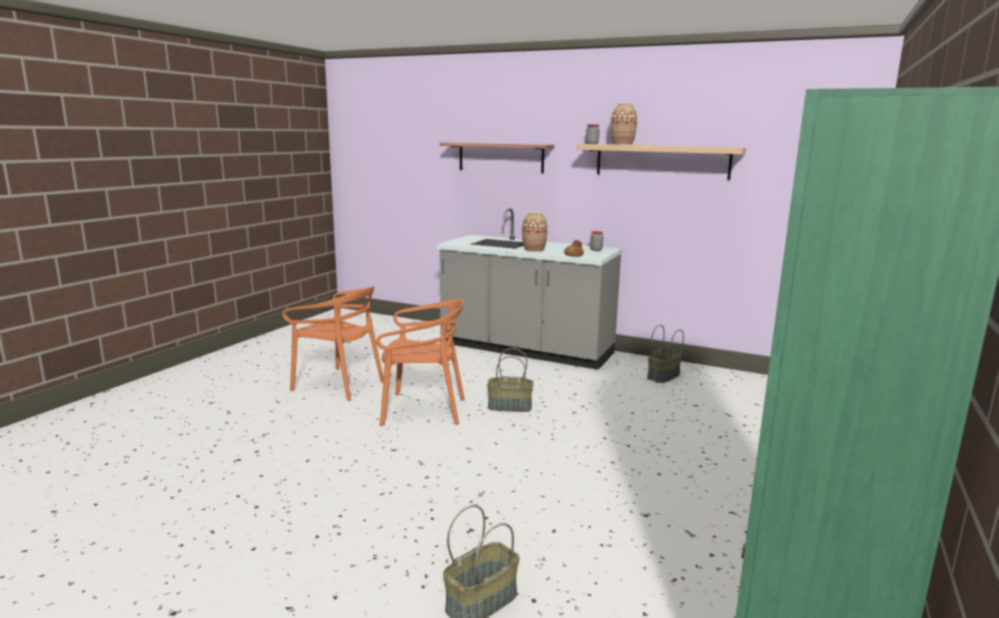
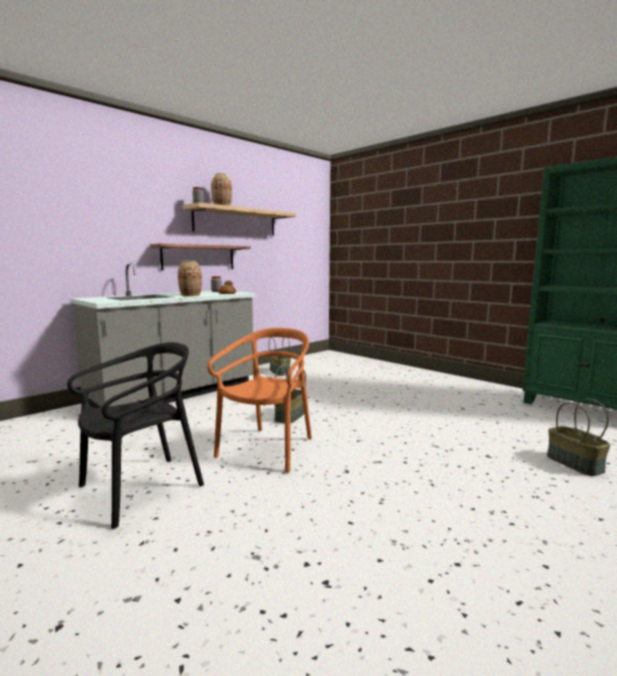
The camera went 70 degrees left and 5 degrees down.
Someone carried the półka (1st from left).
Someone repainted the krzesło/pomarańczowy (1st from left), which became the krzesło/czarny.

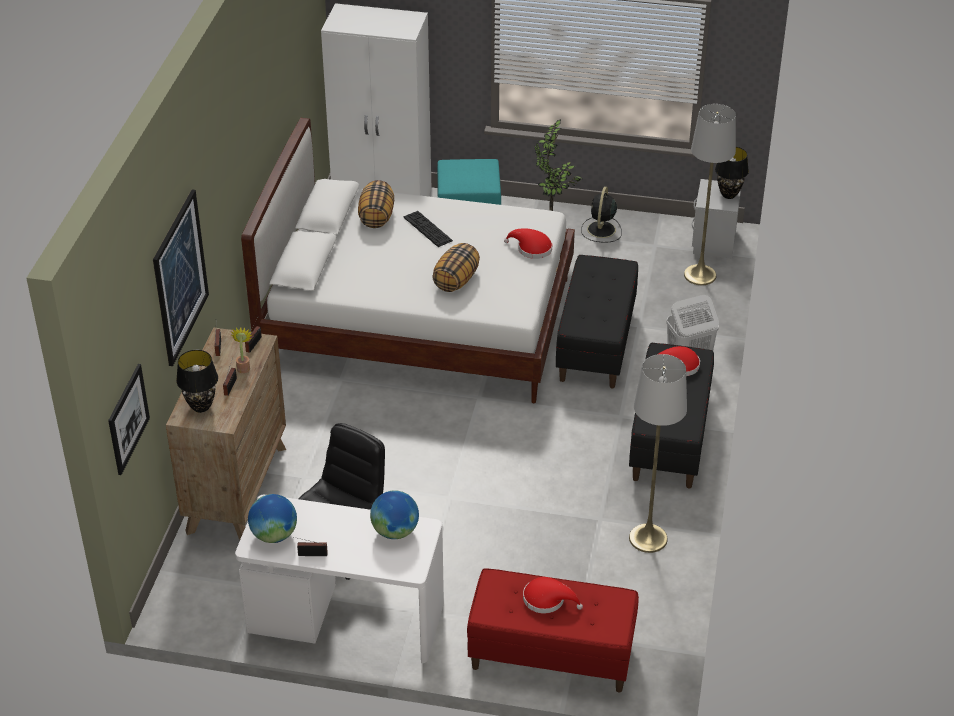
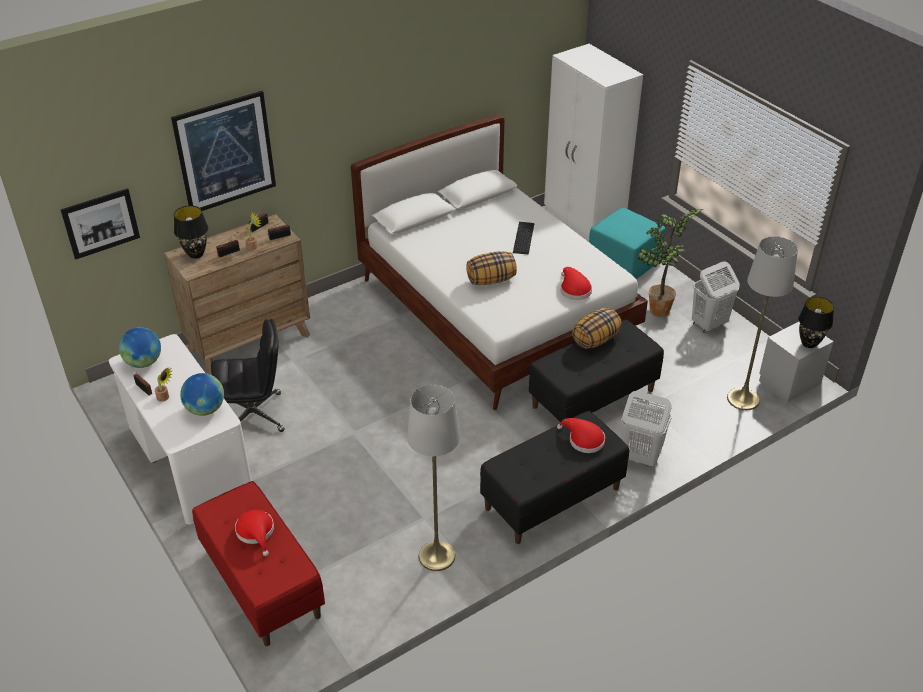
The camera went 45 degrees right and 0 degrees up.
Someone put down the roślina doniczkowa (1st from left).
Someone carried the poduszka (1st from left in the first image).
Someone swapped the wentylator/czarny for the kosz na pranie/biały (2nd from left).

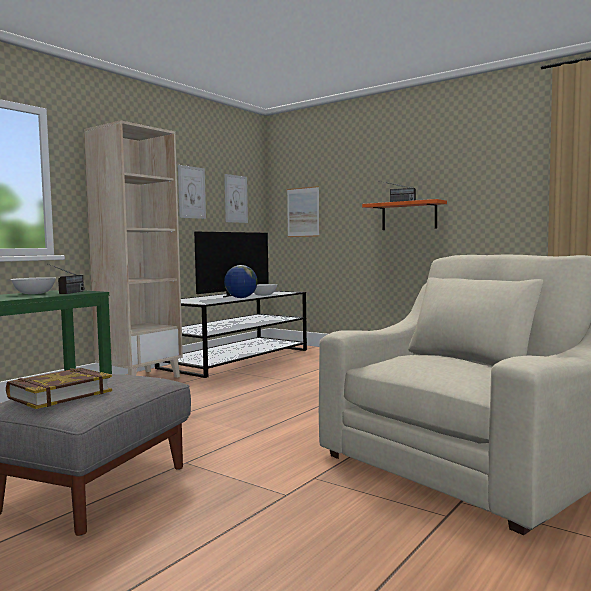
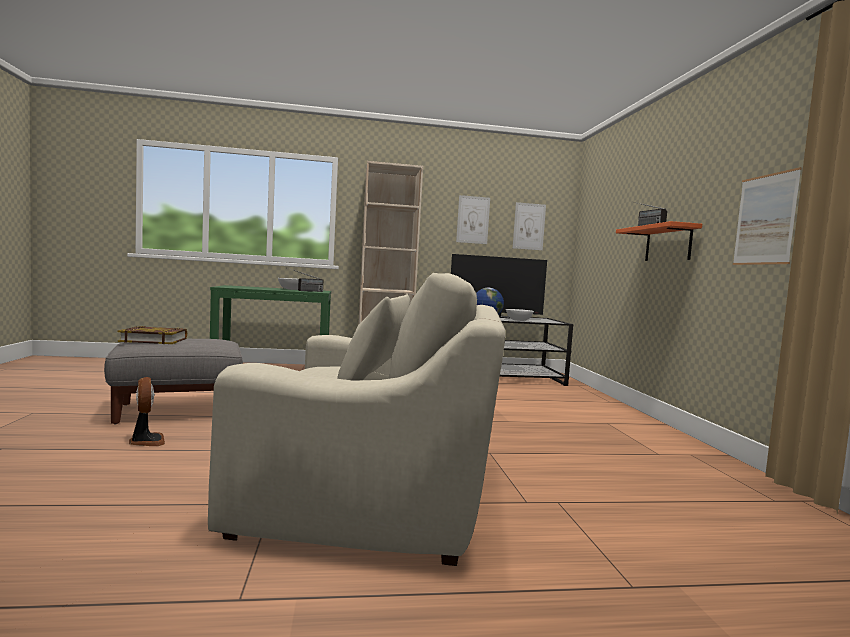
The camera went 45 degrees right and 0 degrees up.
Someone put down the wentylator.
Someone carried the obraz (3rd from left).

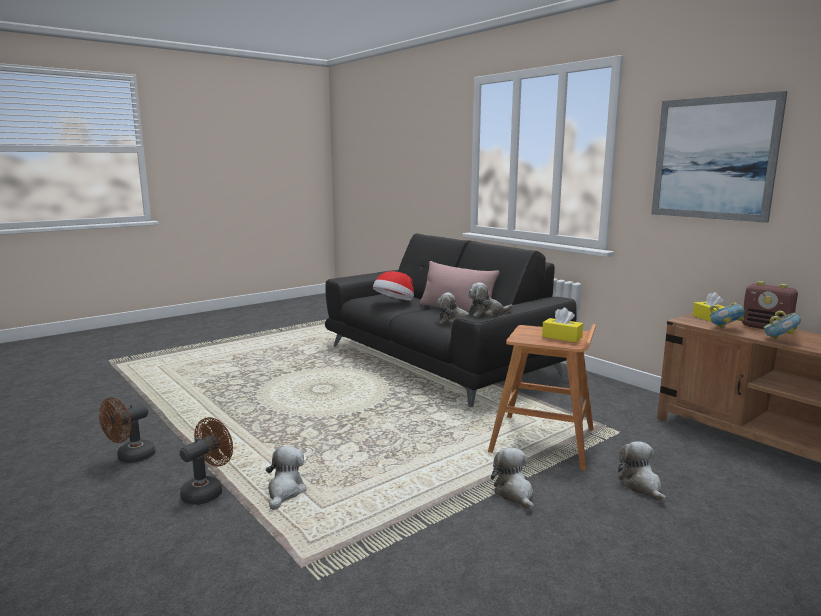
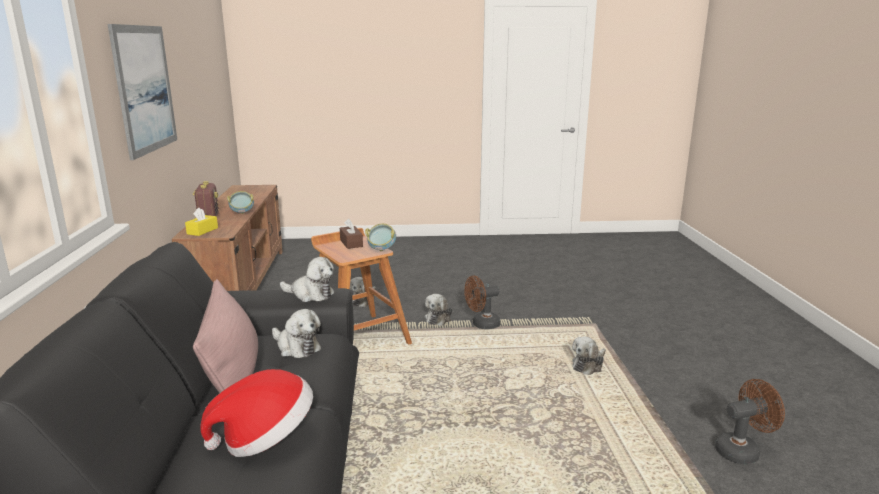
The camera went 145 degrees left and 5 degrees up.
Someone carried the wentylator/brązowy (2nd from left in the first image).
Someone carried the miska (1st from left in the first image).
Someone repainted the pudełko chusteczek/żółty (1st from left), which became the pudełko chusteczek/brązowy.

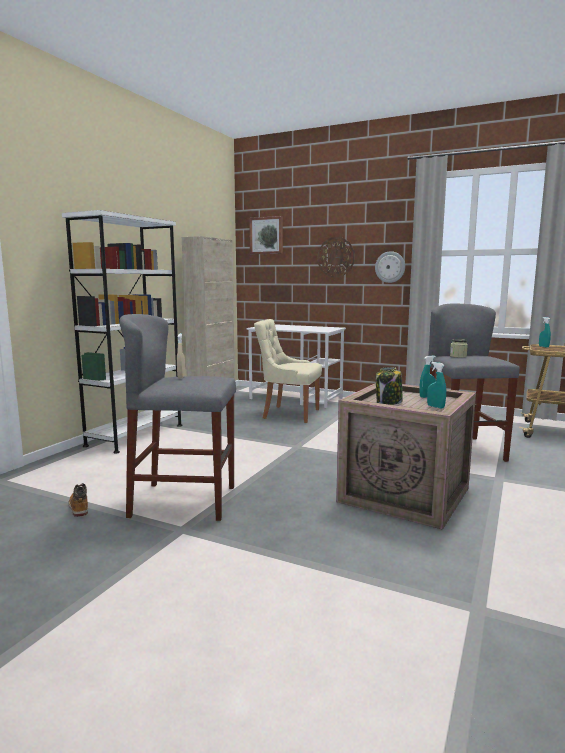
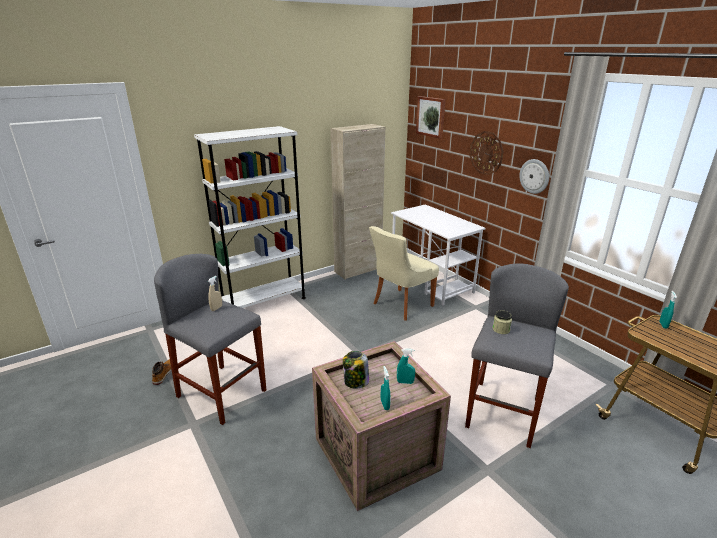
The camera went 30 degrees right and 15 degrees up.
Someone rotated the krzesło/beżowy by 90 degrees counterclockwise.

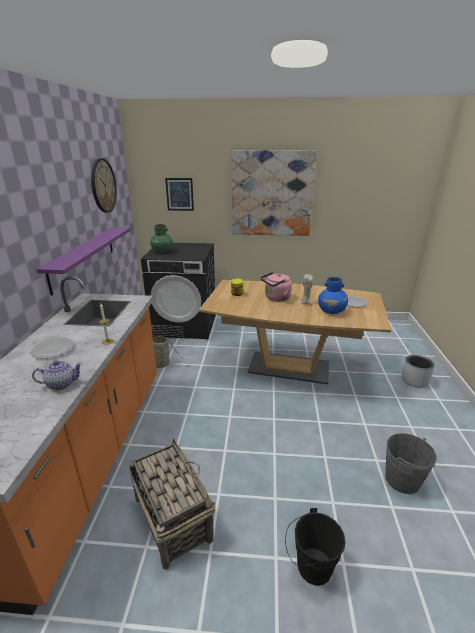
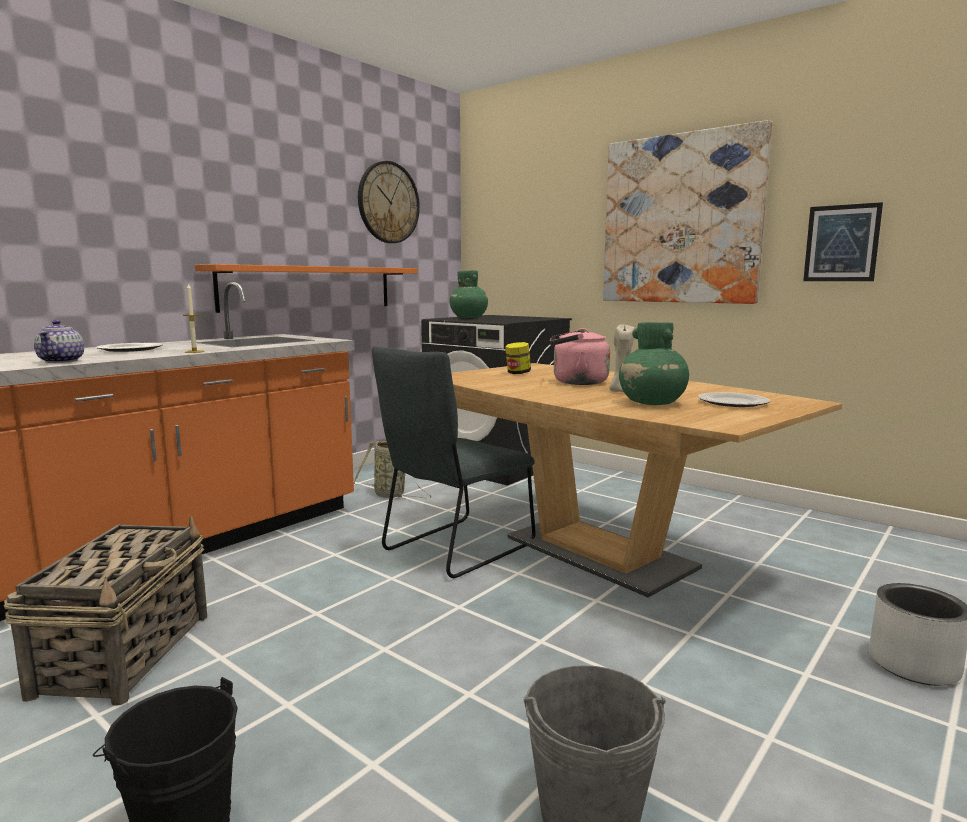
The camera went 35 degrees right and 15 degrees down.
Someone put down the krzesło/szary.
Someone carried the obraz (1st from left in the first image).
Someone repainted the półka/fioletowy, which became the półka/pomarańczowy.
Someone repainted the wazon/niebieski, which became the wazon/zielony (2nd from left).
Someone rotated the imbryk by 60 degrees clockwise.

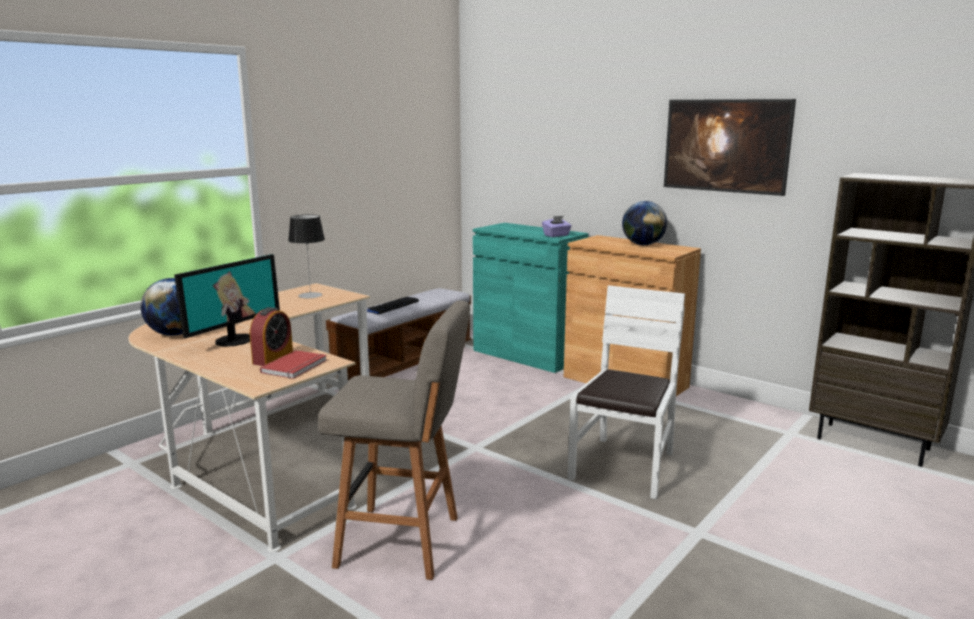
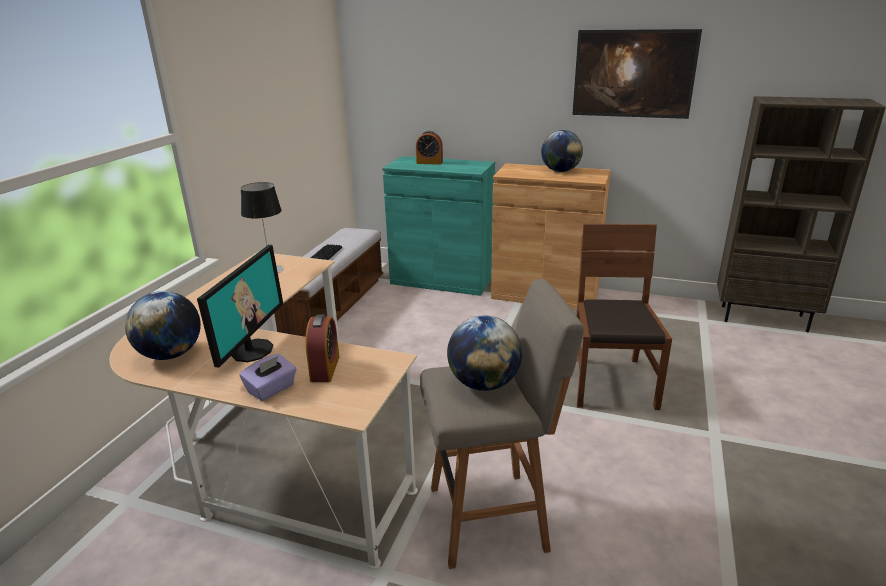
The camera went 20 degrees left and 10 degrees up.
Someone took away the książka/czerwony.
Someone put down the budzik (2nd from left).
Someone put down the globus (2nd from left).
Someone carried the pudełko chusteczek/fioletowy.
Someone repainted the krzesło/biały, which became the krzesło/brązowy.

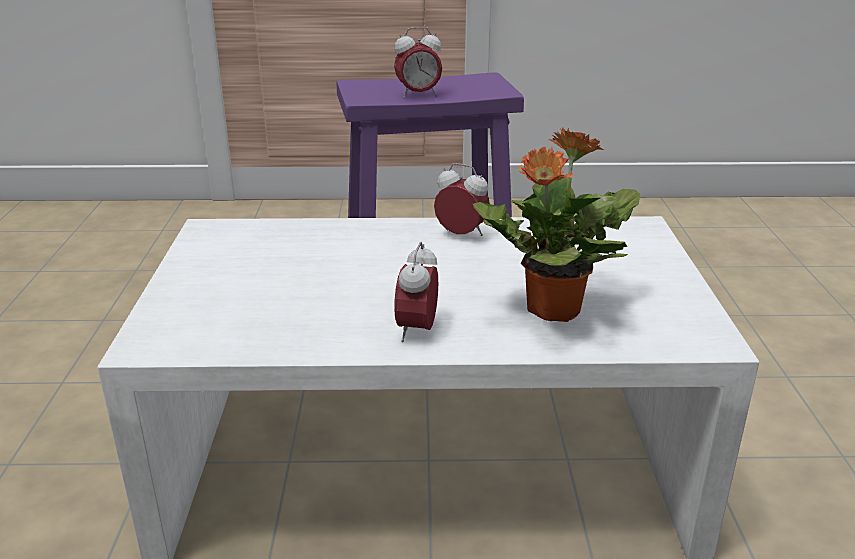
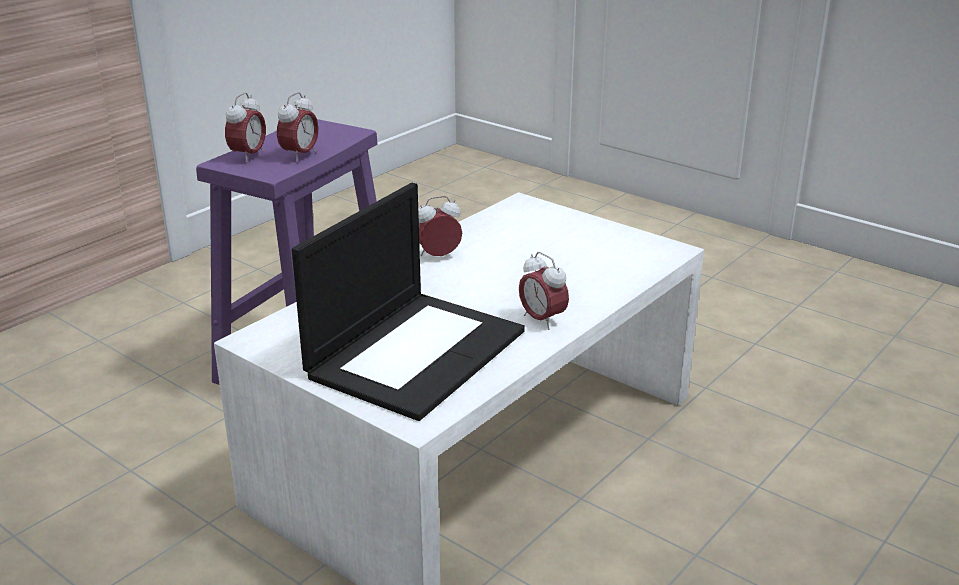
The camera went 50 degrees left and 0 degrees up.
Someone took away the roślina doniczkowa.
Someone put down the budzik (1st from left).
Someone put down the laptop.

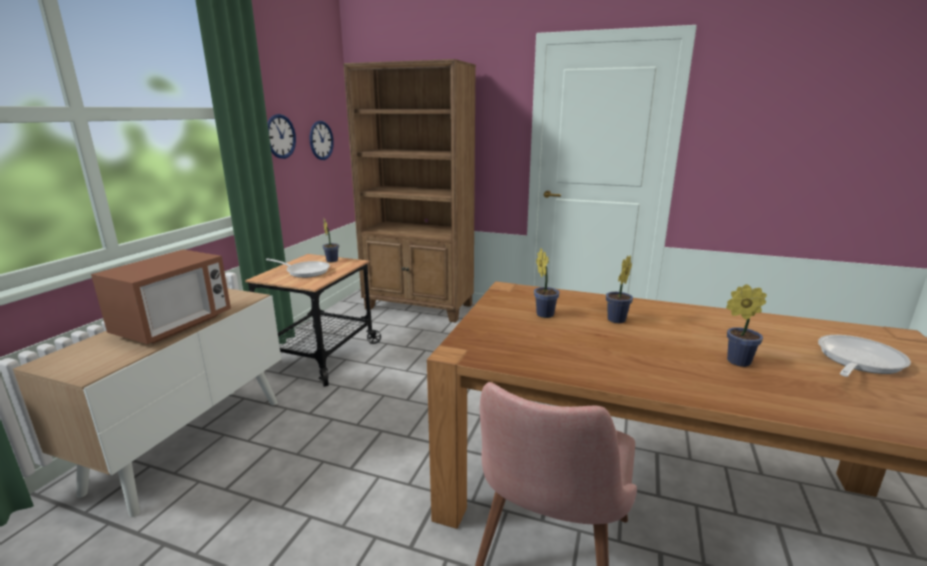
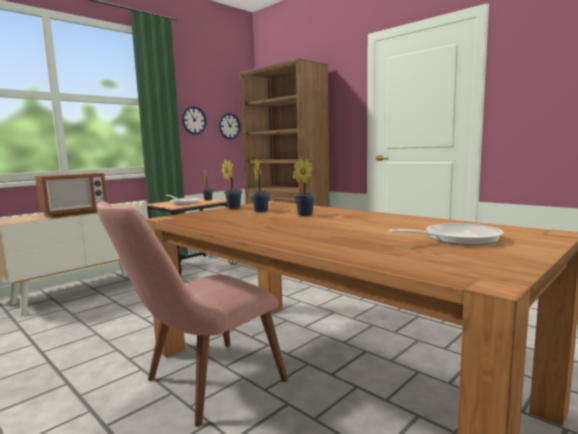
The camera went 25 degrees right and 10 degrees down.
Someone carried the roślina doniczkowa (4th from left in the first image).

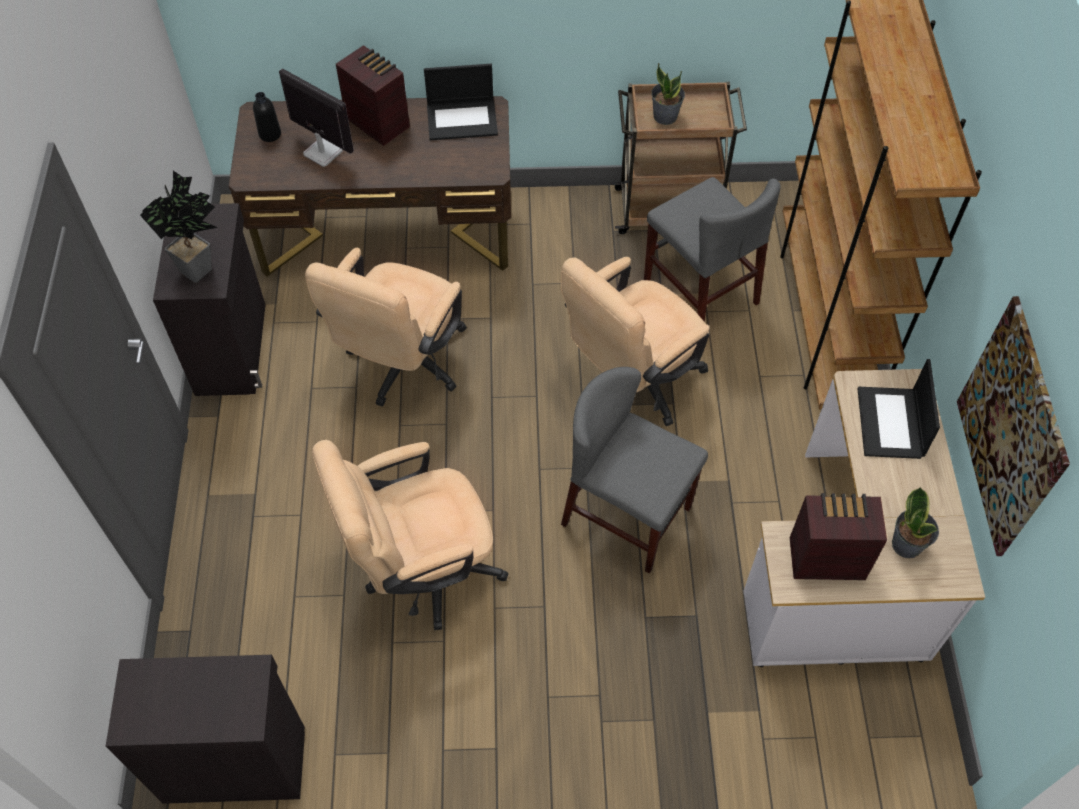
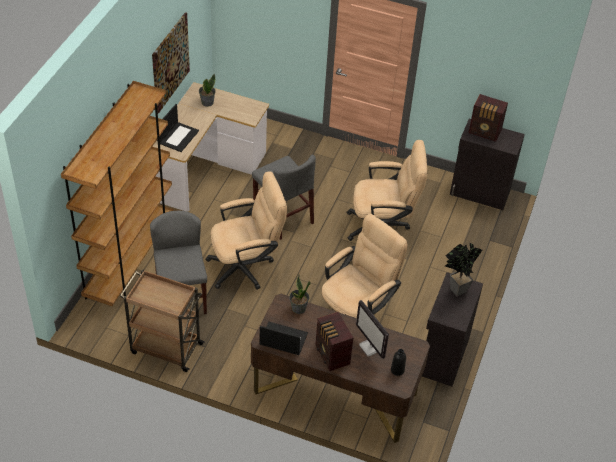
The camera went 160 degrees left and 10 degrees down.
Someone carried the roślina doniczkowa (2nd from left).
Someone carried the radio (2nd from left).

